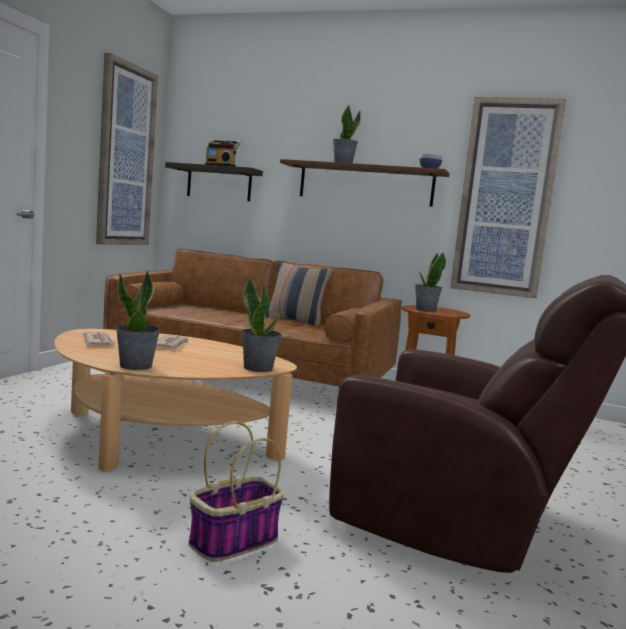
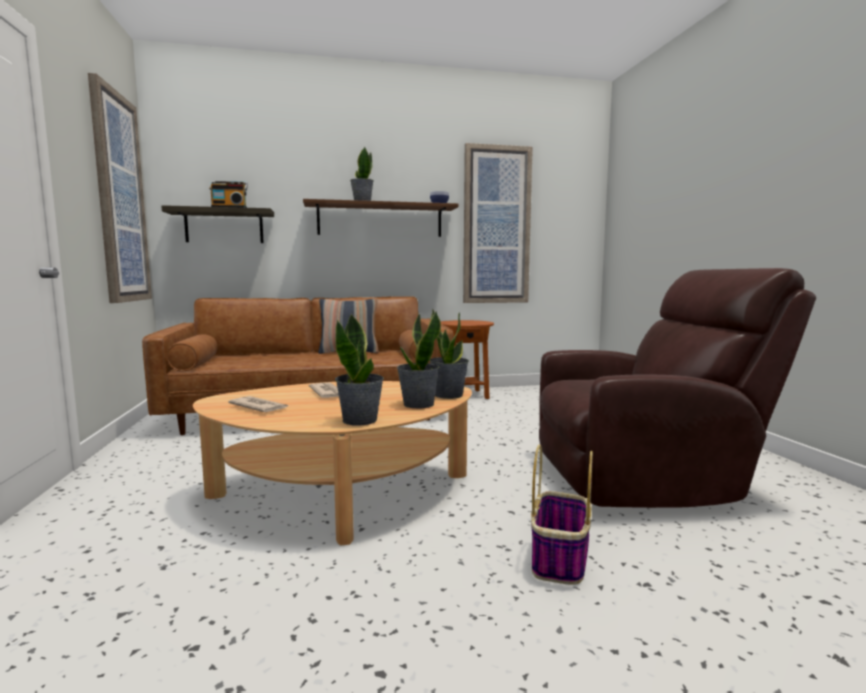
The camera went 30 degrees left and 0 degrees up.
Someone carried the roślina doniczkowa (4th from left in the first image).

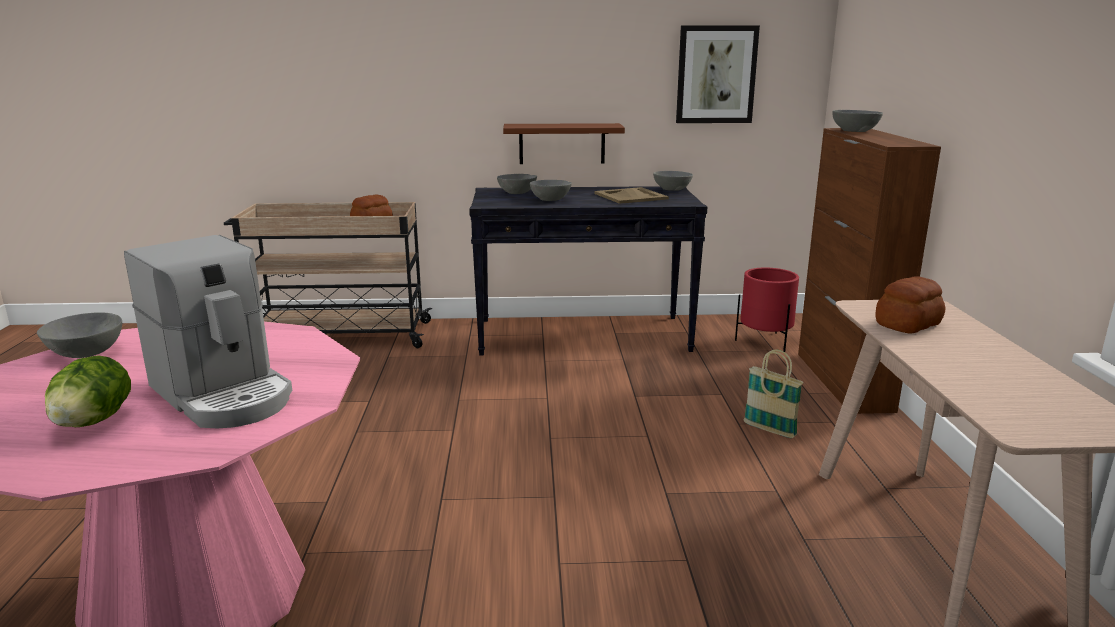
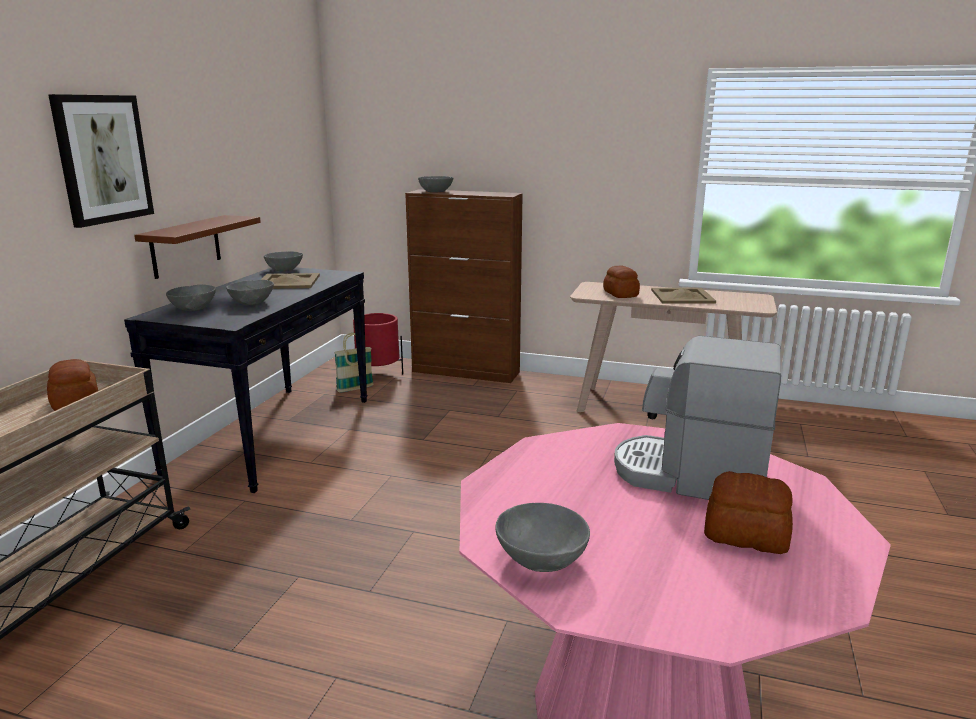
The camera went 70 degrees left and 0 degrees up.
Someone put down the taca/beżowy (2nd from left).
Someone carried the obraz.
Someone carried the koszyk.
Someone swapped the sałata for the chleb (3rd from left).
Someone rotated the ekspres do kawy by 135 degrees counterclockwise.

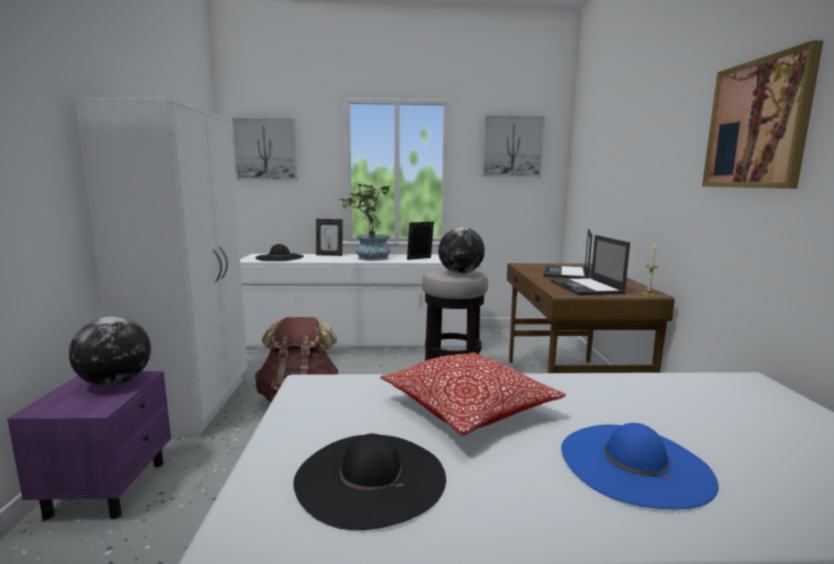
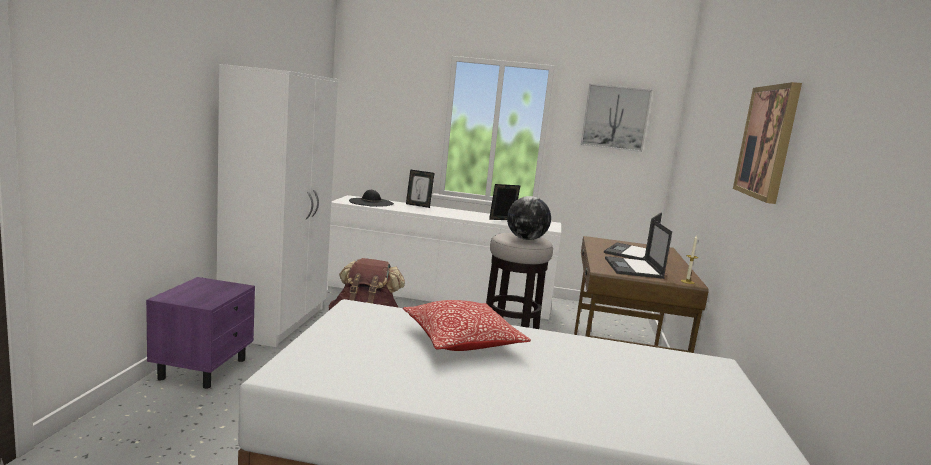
The camera went 10 degrees right and 0 degrees up.
Someone took away the globus (1st from left).
Someone took away the obraz (1st from left).
Someone took away the kapelusz/czarny (2nd from left).
Someone took away the roślina doniczkowa.
Someone took away the kapelusz/niebieski.

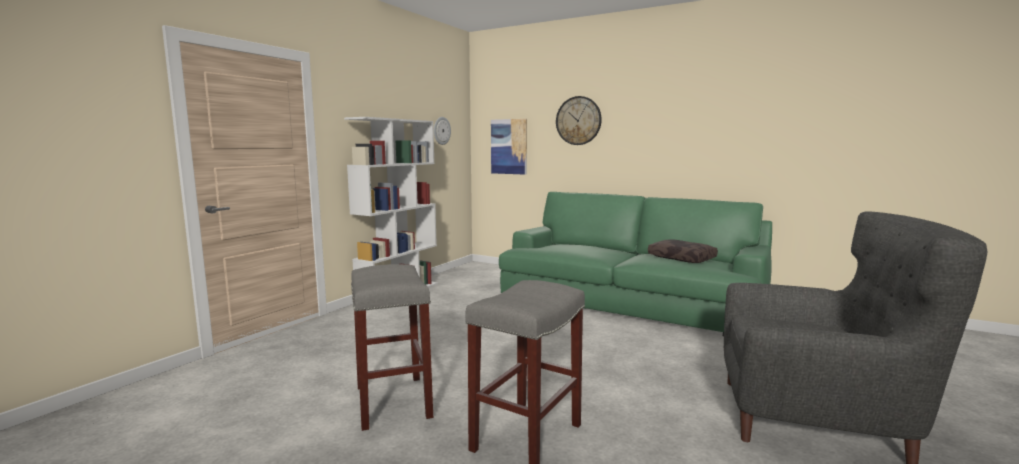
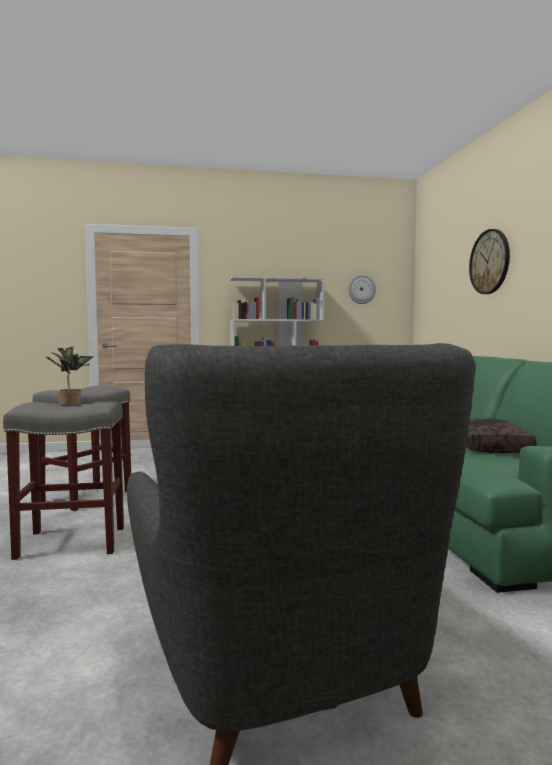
The camera went 50 degrees right and 5 degrees down.
Someone took away the obraz.
Someone put down the roślina doniczkowa.

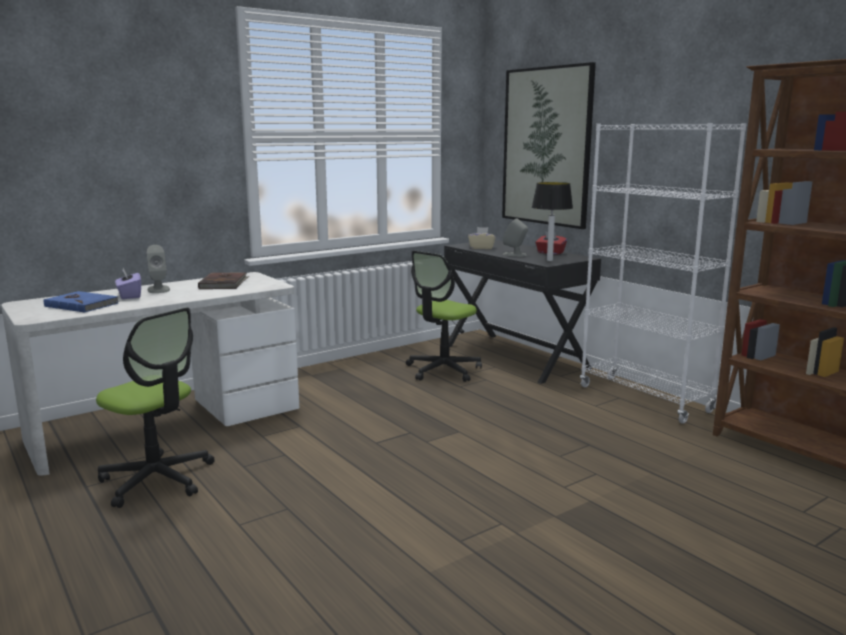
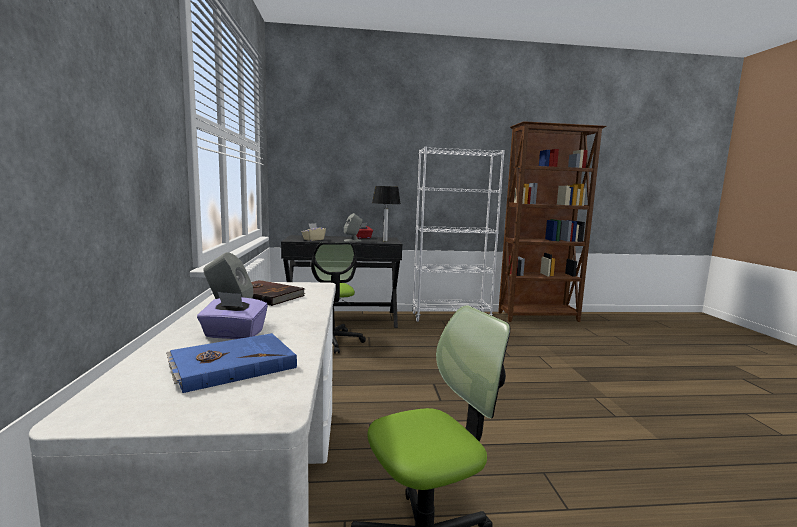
The camera went 60 degrees left and 5 degrees down.
Someone took away the obraz.

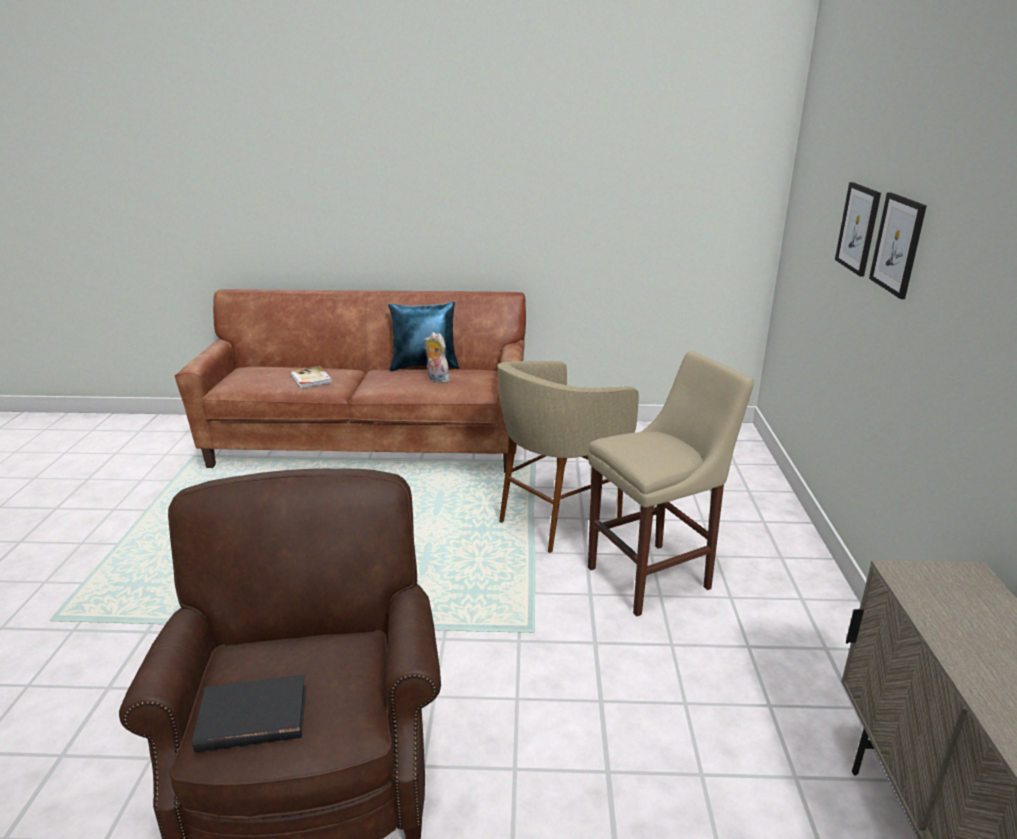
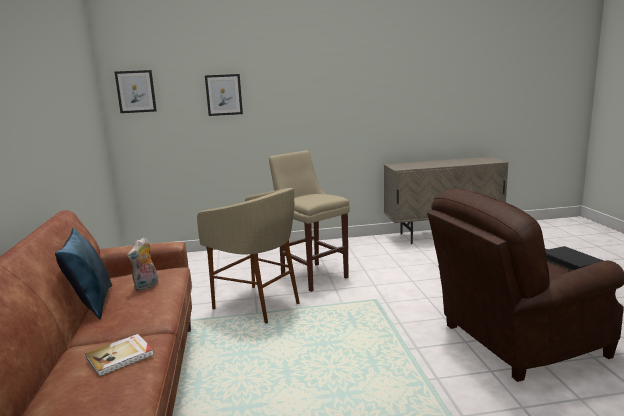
The camera went 100 degrees left and 10 degrees down.
Someone carried the obraz (2nd from left in the first image).

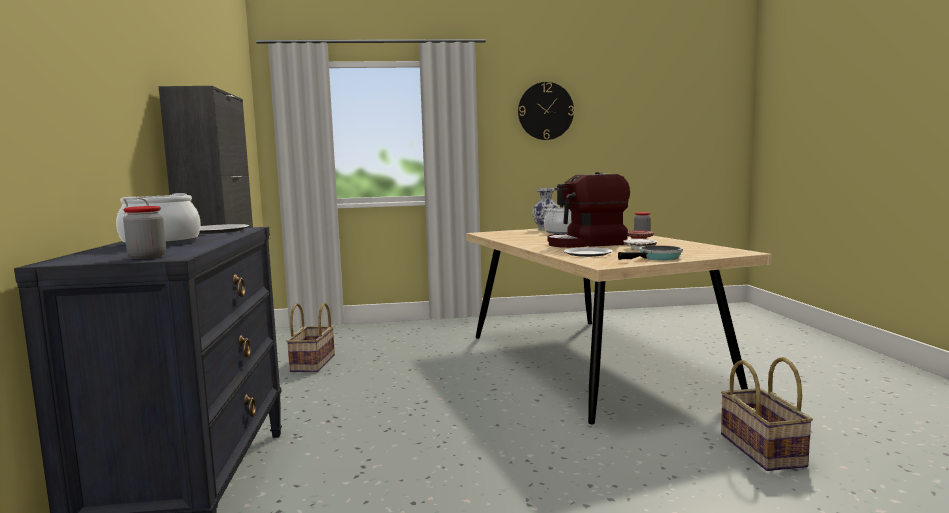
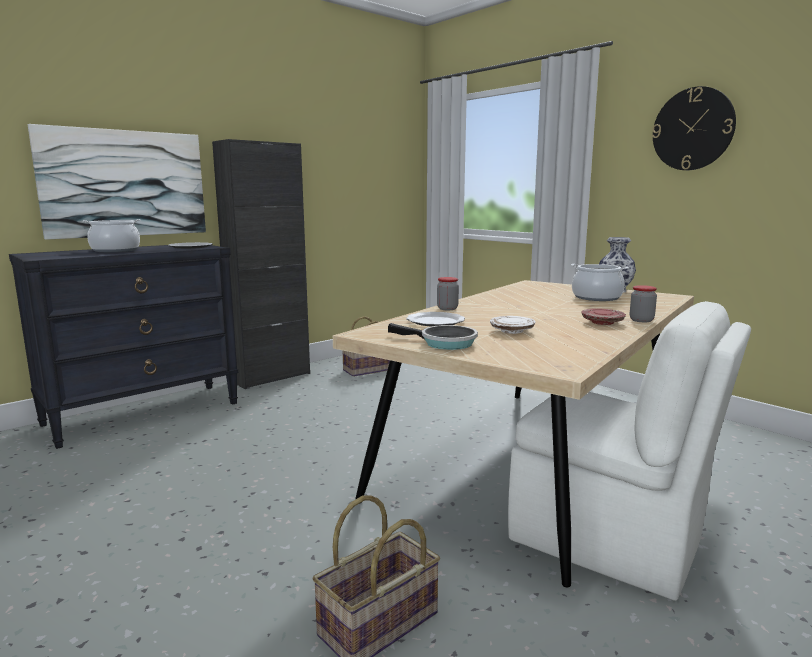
The camera went 55 degrees right and 5 degrees up.
Someone took away the ekspres do kawy.
Someone put up the obraz.
Someone put down the krzesło/biały.
Someone carried the słoik (1st from left).

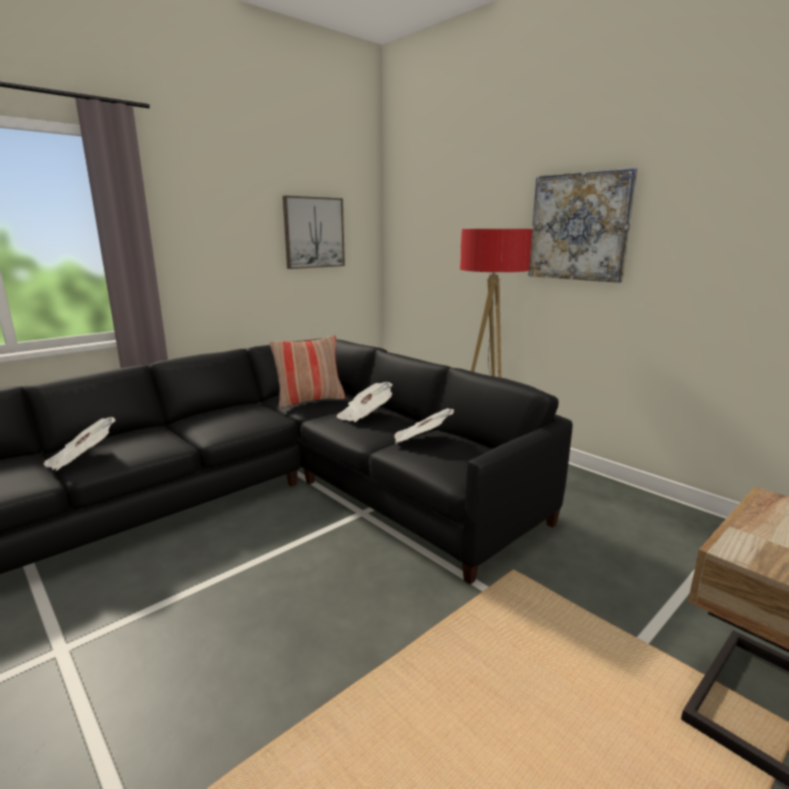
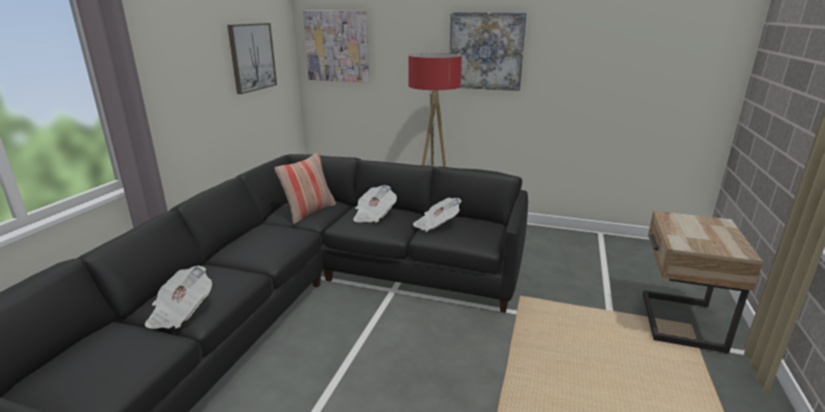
The camera went 30 degrees left and 5 degrees up.
Someone put up the obraz (2nd from left).

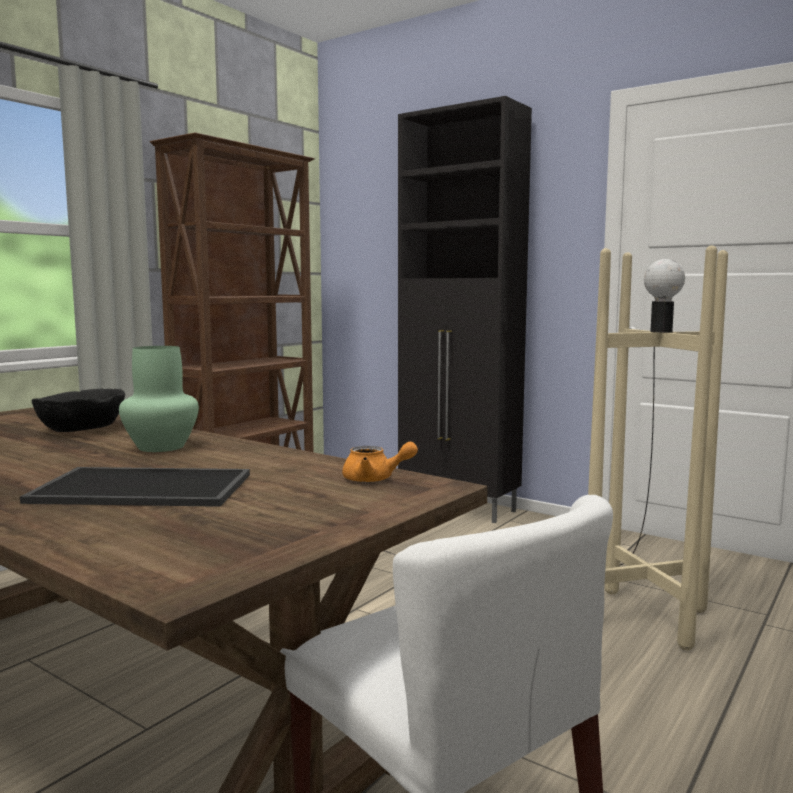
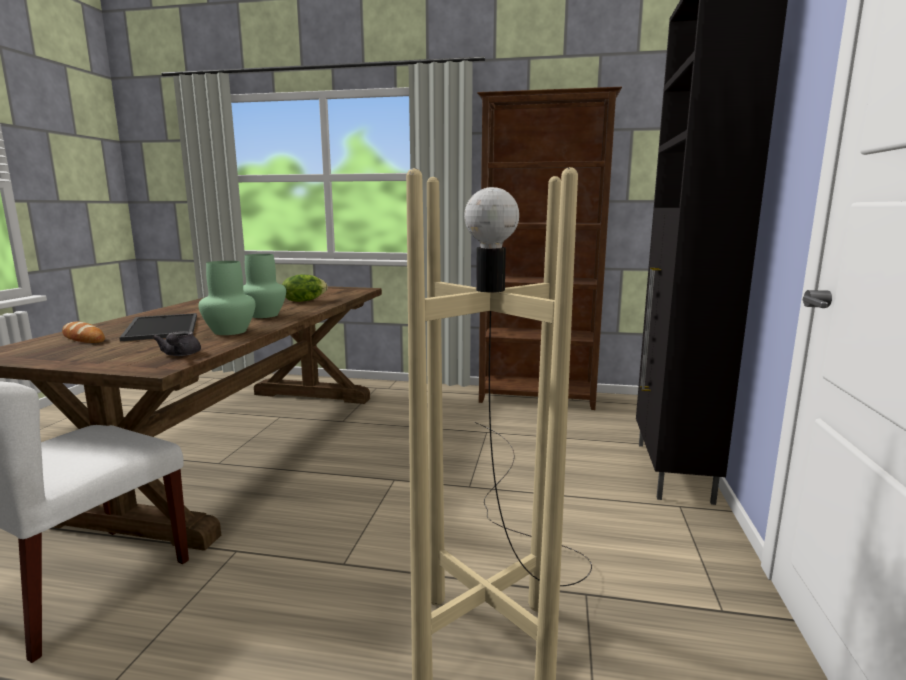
The camera went 65 degrees right and 5 degrees up.
Someone put down the chleb.
Someone put down the wazon/zielony (1st from left).
Someone swapped the miska/czarny for the sałata.
Someone repainted the imbryk/pomarańczowy, which became the imbryk/szary.

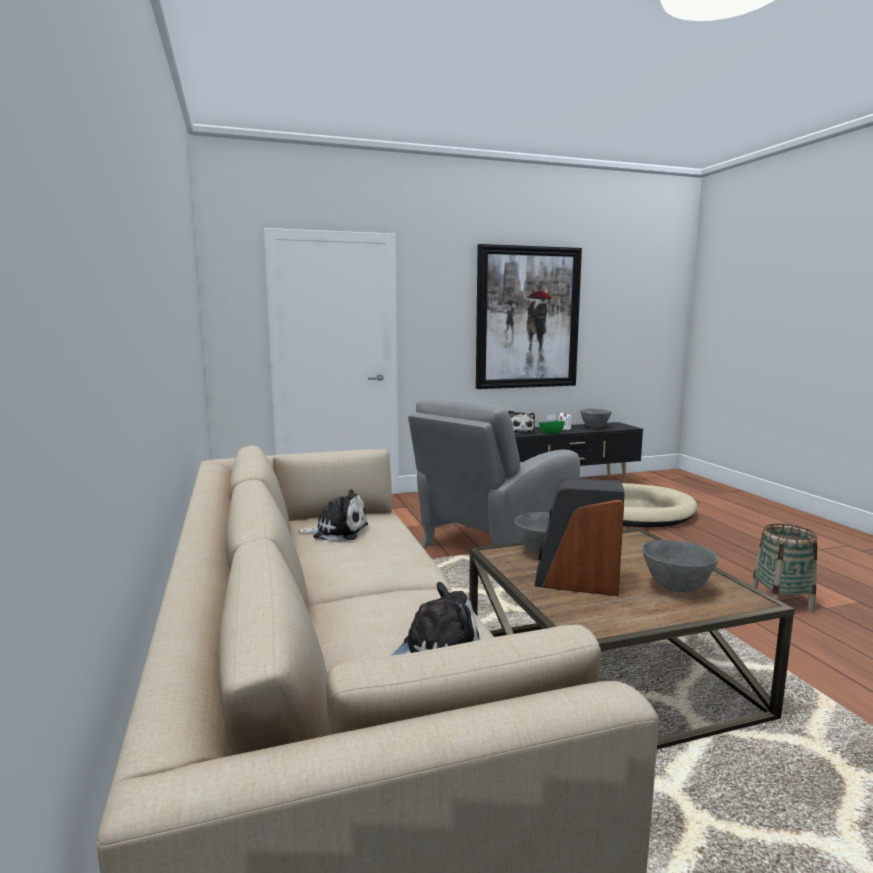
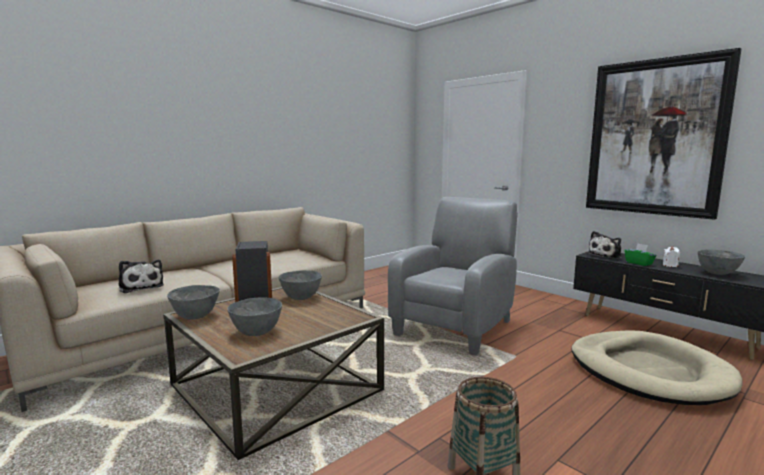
The camera went 65 degrees right and 0 degrees up.
Someone took away the pluszak (1st from left).
Someone put down the miska/szary (1st from left).
Someone rotated the fotel/szary by 105 degrees clockwise.

